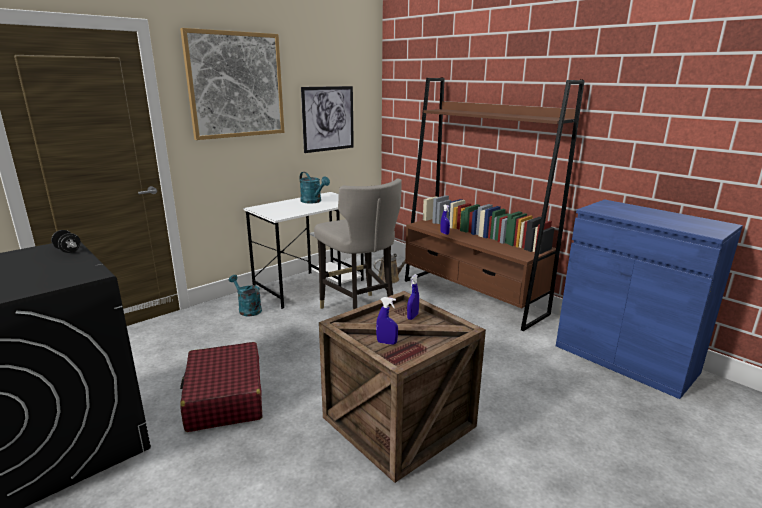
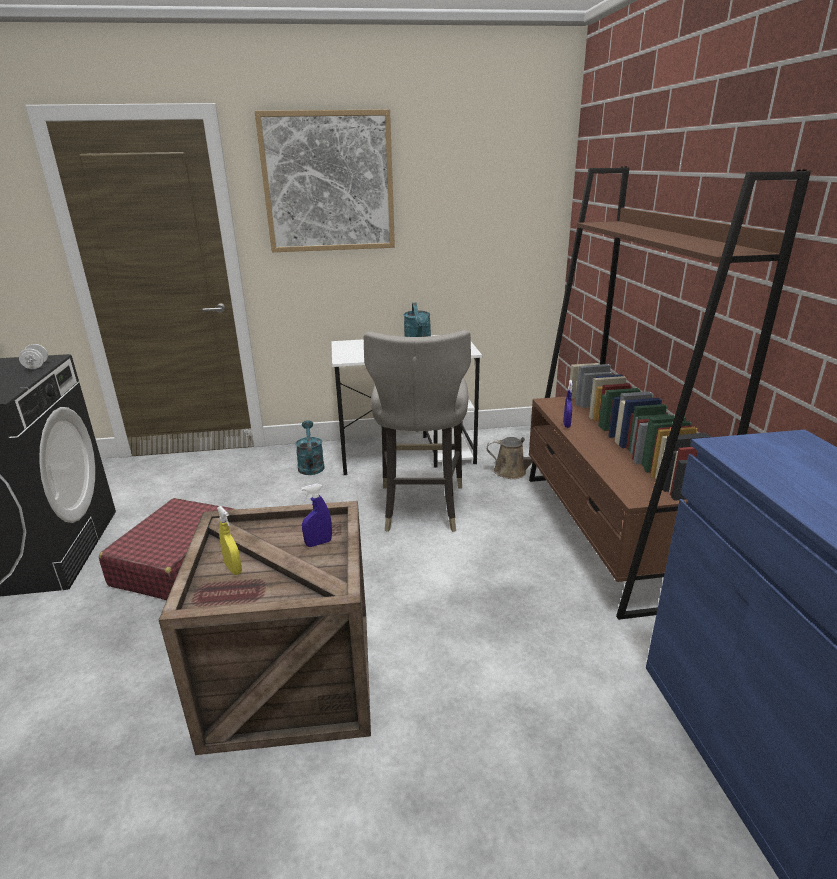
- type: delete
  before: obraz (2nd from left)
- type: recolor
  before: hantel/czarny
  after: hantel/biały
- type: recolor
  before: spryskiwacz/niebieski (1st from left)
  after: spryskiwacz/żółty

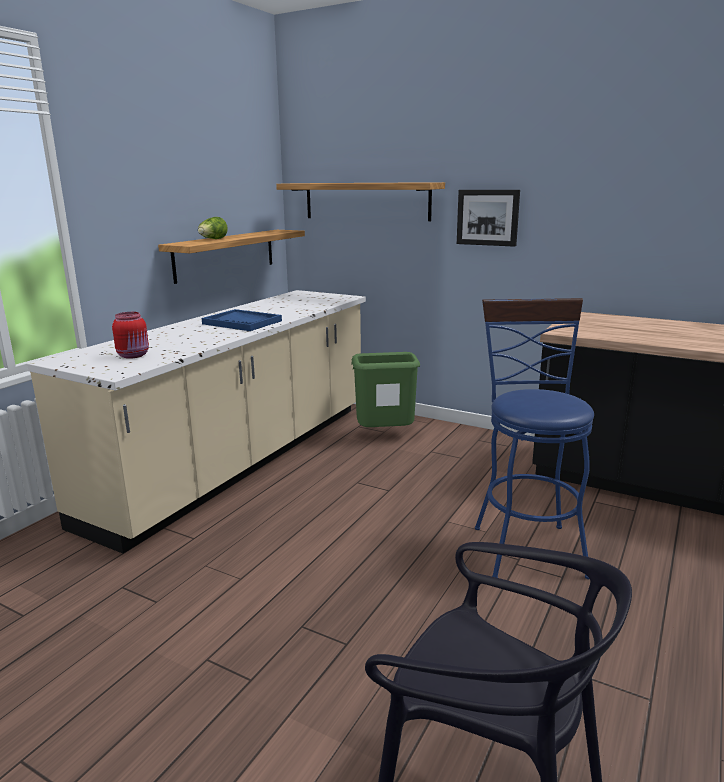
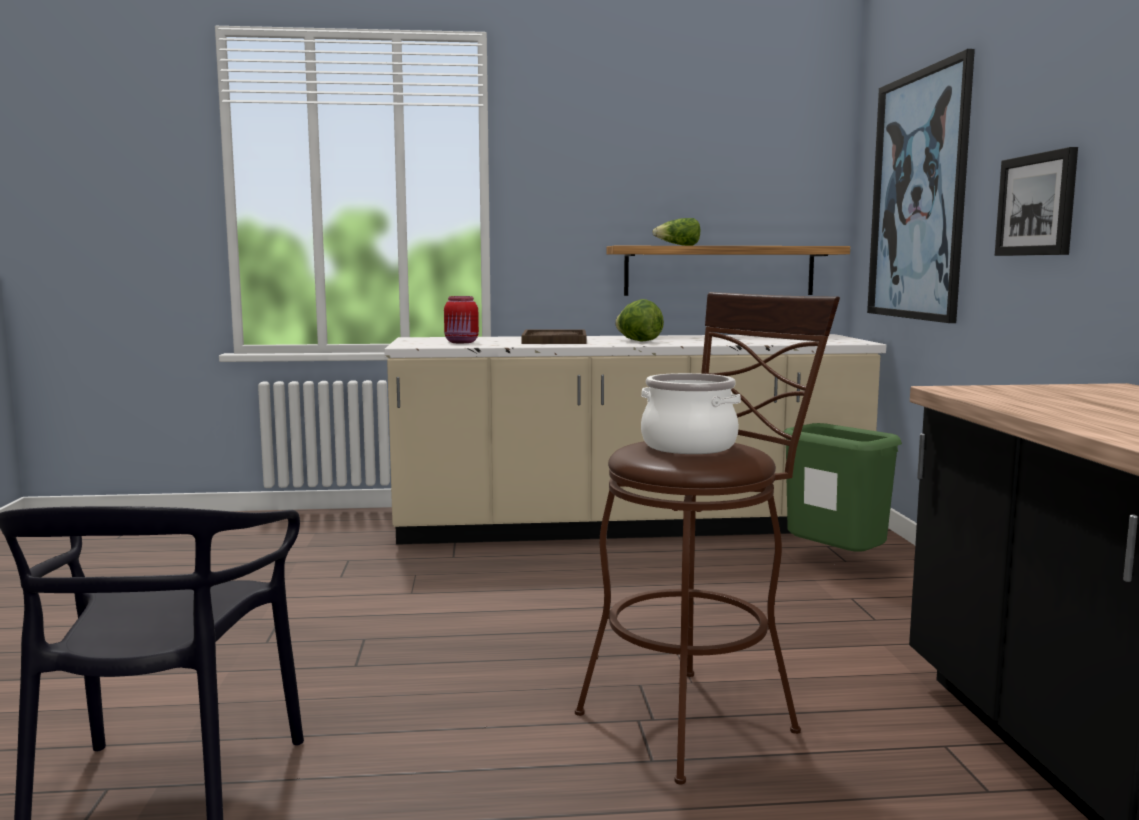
- type: replace
  before: półka (2nd from left)
  after: obraz (1st from left)
- type: recolor
  before: stołek/niebieski
  after: stołek/brązowy
- type: replace
  before: taca/niebieski
  after: sałata (1st from left)
- type: insert
  after: taca/brązowy
- type: insert
  after: garnek

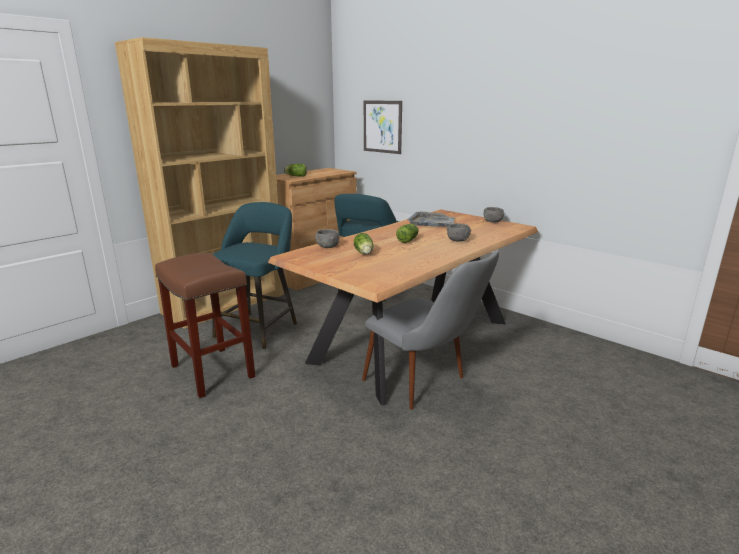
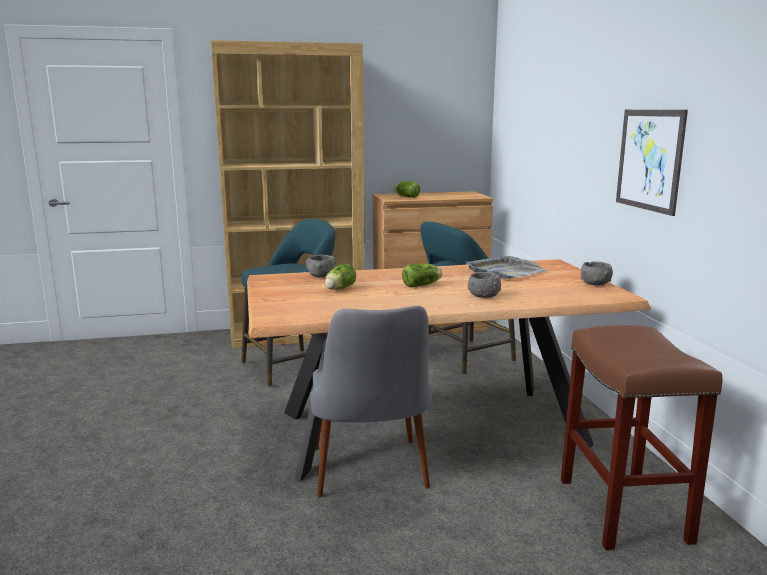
- type: move
  before: obraz
- type: move
  before: stołek/brązowy

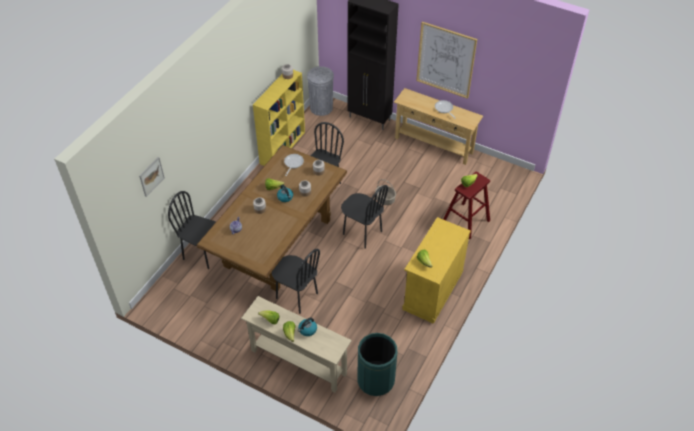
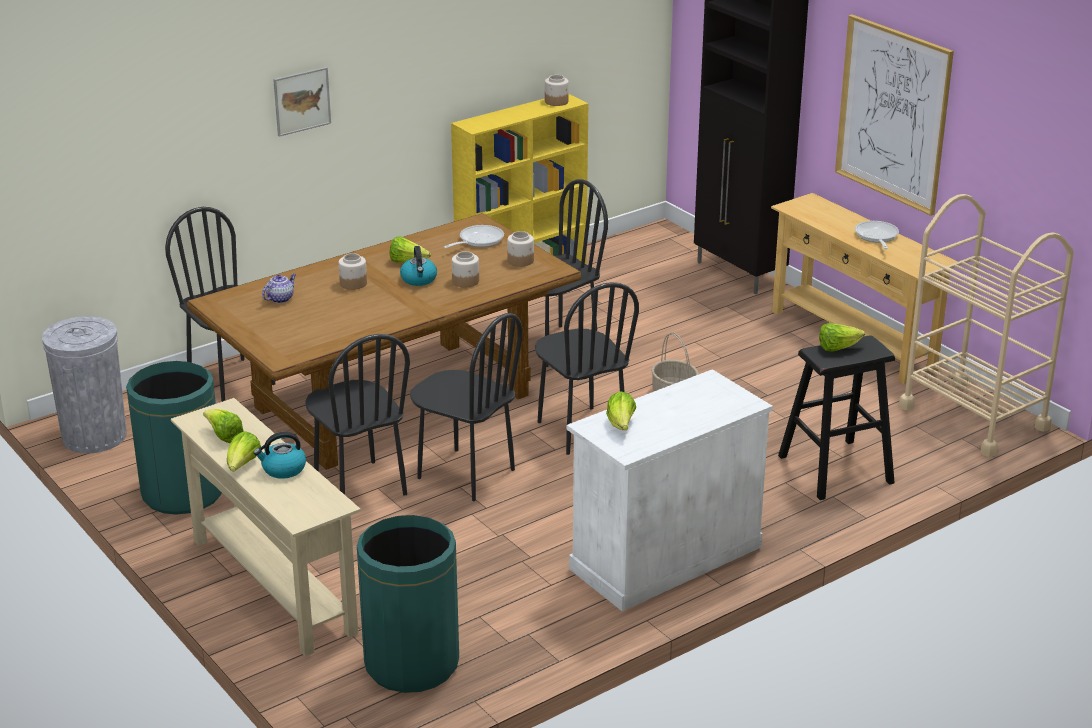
- type: move
  before: kosz na śmieci/szary
- type: move
  before: obraz (1st from left)
- type: recolor
  before: stołek/czerwony
  after: stołek/czarny
- type: recolor
  before: szafka/żółty
  after: szafka/biały
- type: insert
  after: wózek/beżowy
- type: insert
  after: krzesło/czarny (3rd from left)
- type: insert
  after: kosz na śmieci/zielony (1st from left)

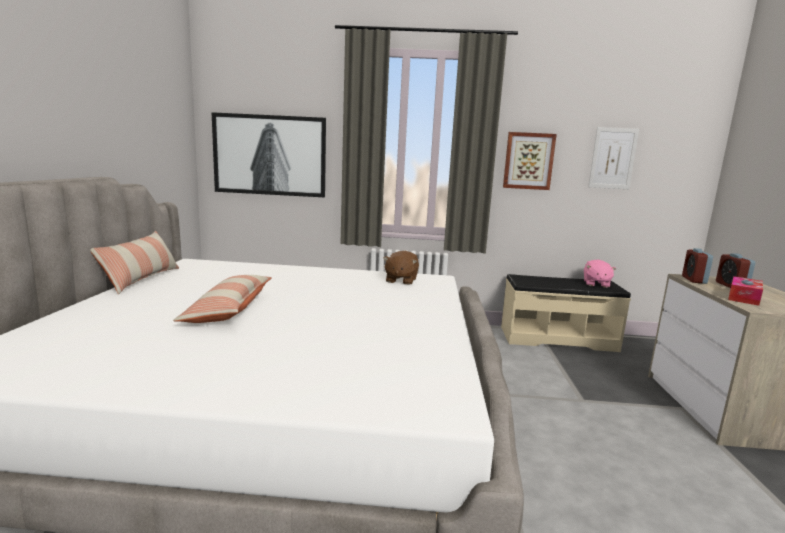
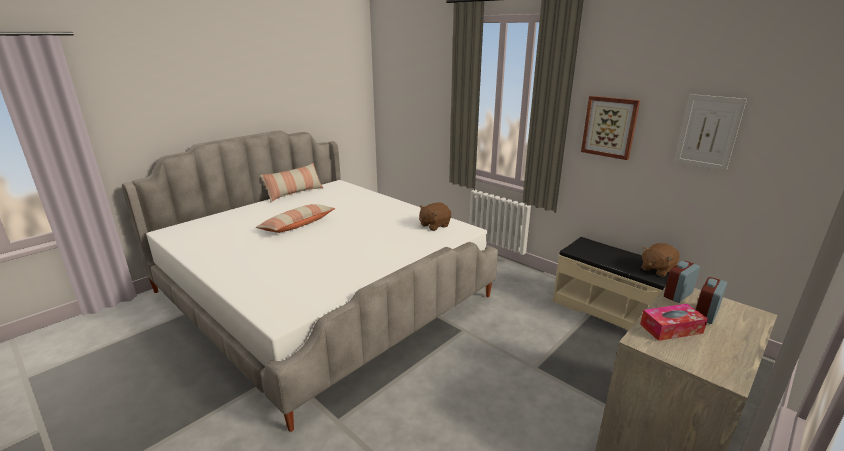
- type: delete
  before: obraz (1st from left)
- type: recolor
  before: pluszak/różowy
  after: pluszak/brązowy (2nd from left)

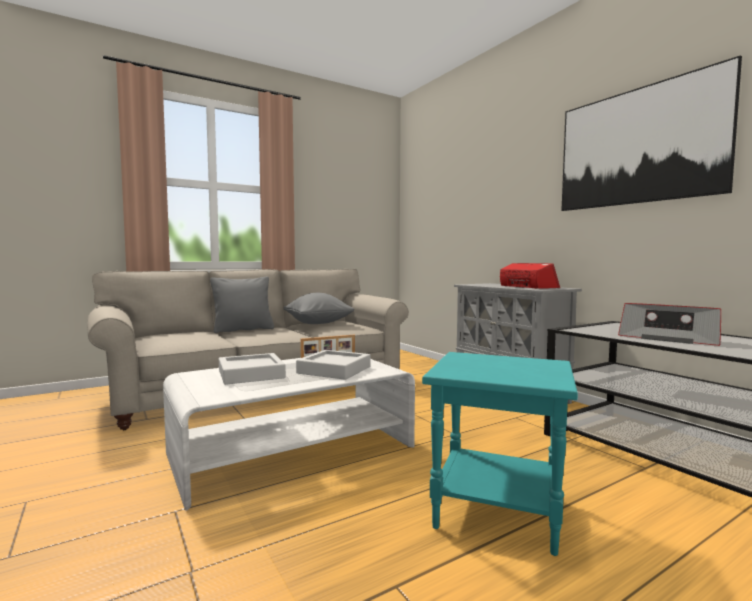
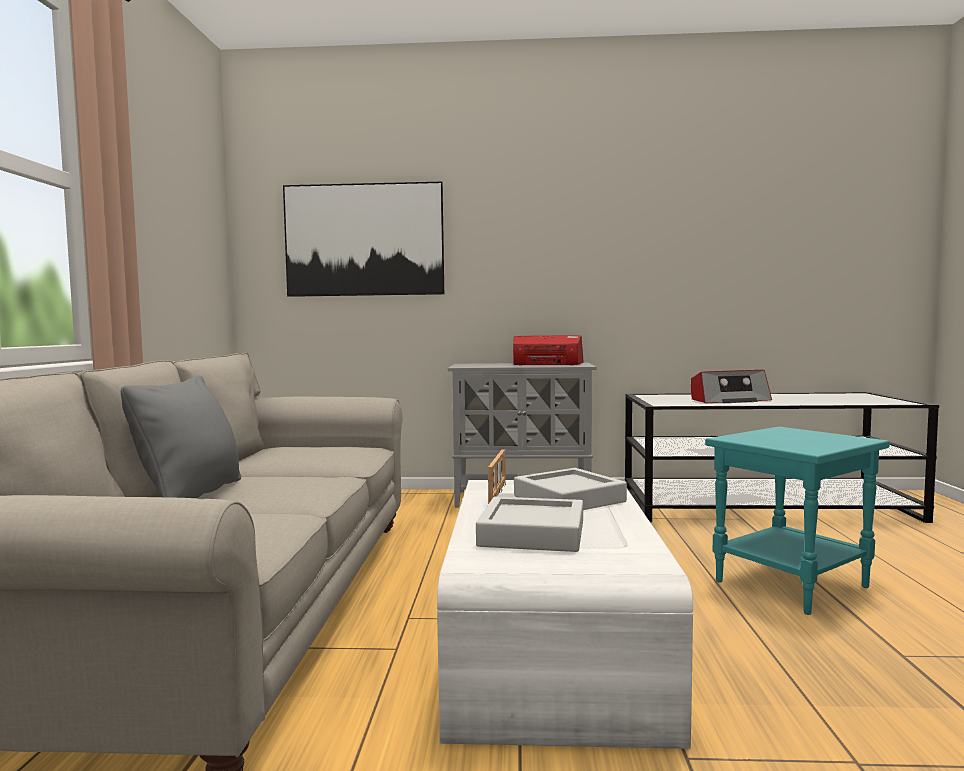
- type: move
  before: obraz
- type: delete
  before: poduszka/szary (2nd from left)

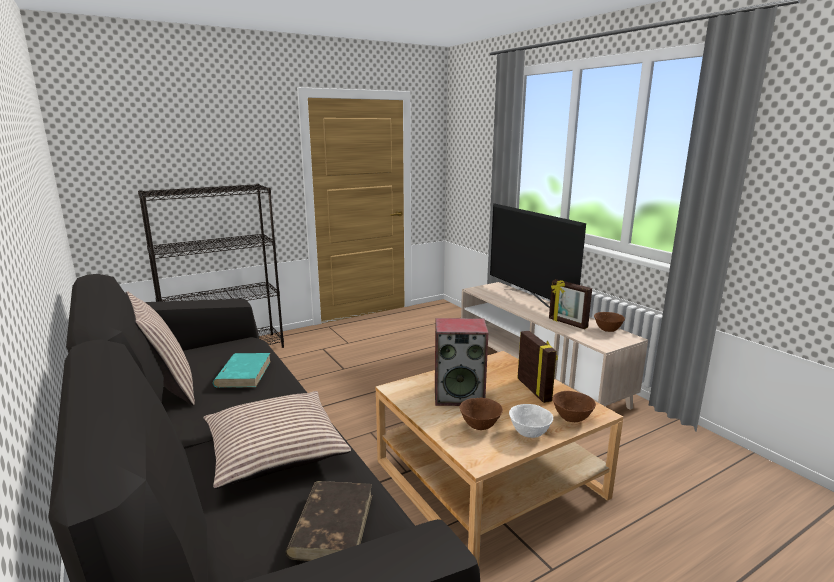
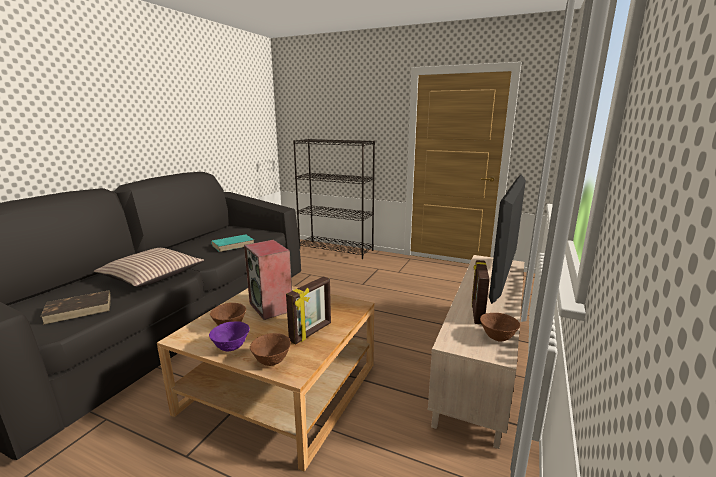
- type: delete
  before: poduszka (1st from left)
- type: recolor
  before: miska/biały
  after: miska/fioletowy

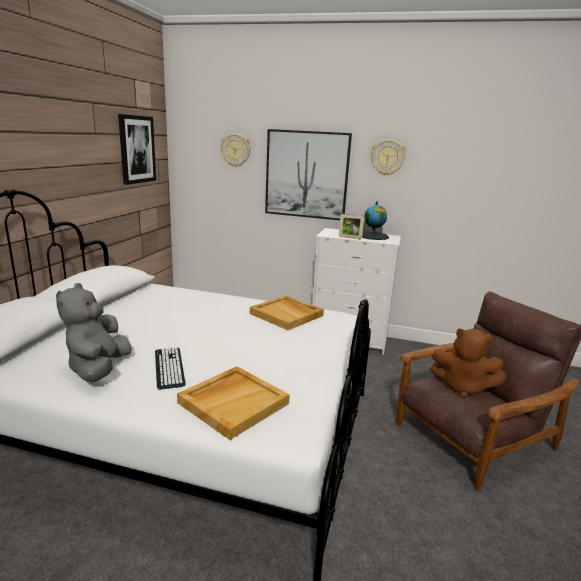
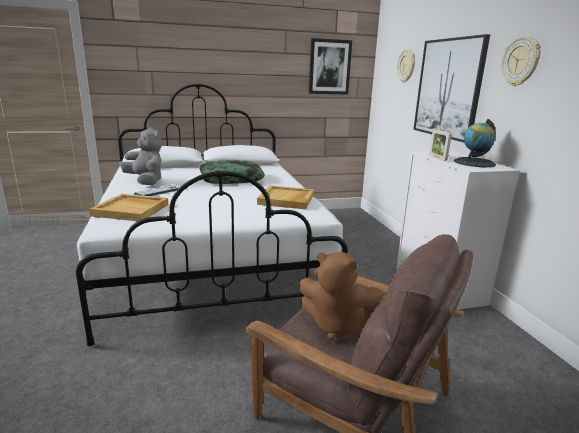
- type: rotate
  before: pluszak/szary
  turn: 75
- type: rotate
  before: pluszak/brązowy
  turn: -60
- type: insert
  after: poduszka

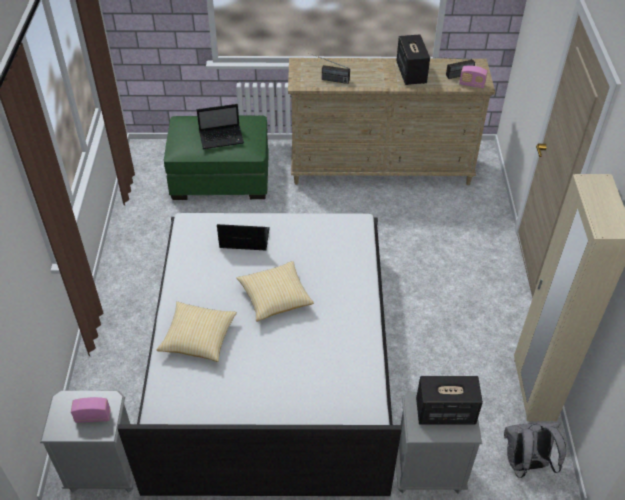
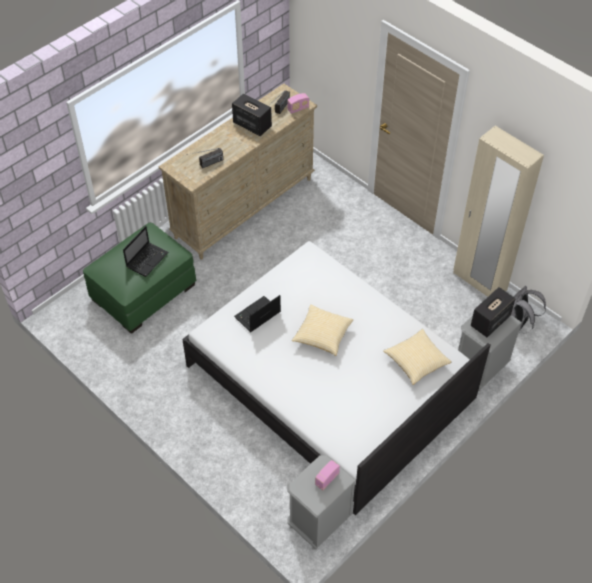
- type: move
  before: poduszka (1st from left in the first image)
  after: poduszka (2nd from left)

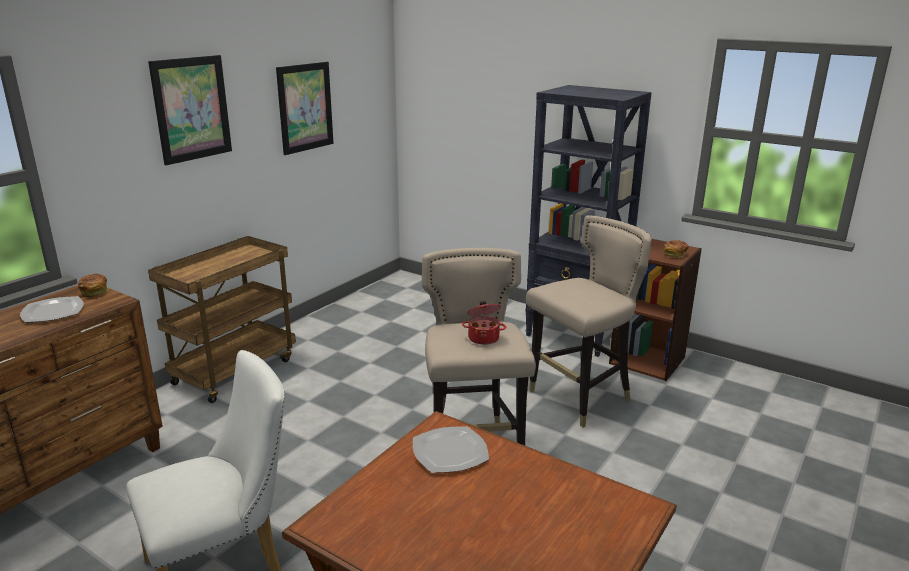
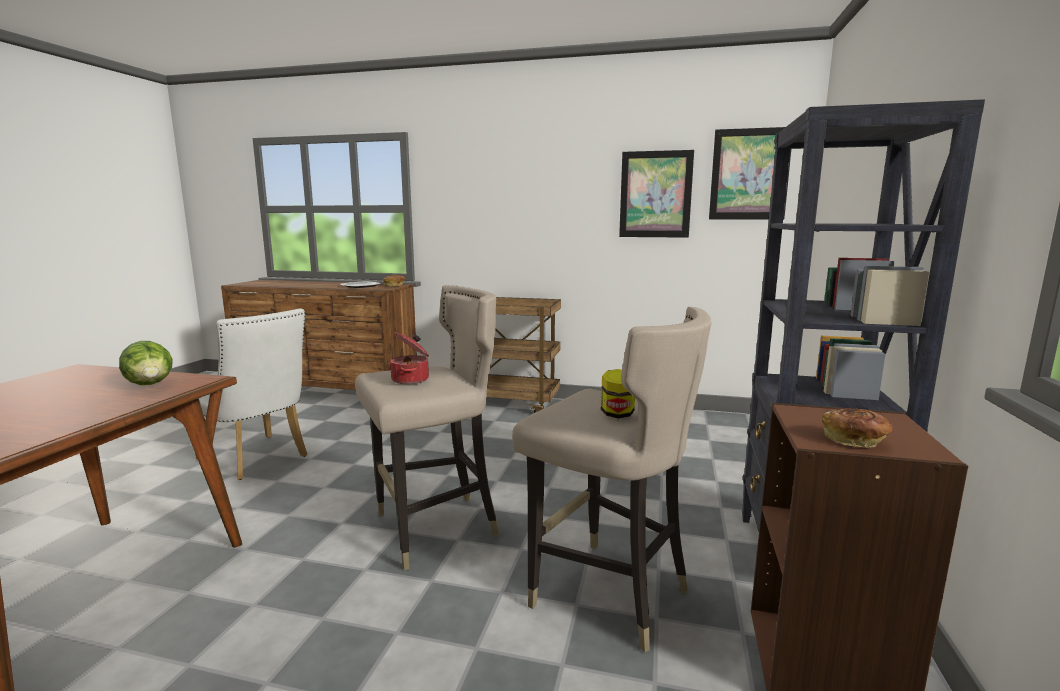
- type: move
  before: obraz (1st from left in the first image)
  after: obraz (2nd from left)
- type: replace
  before: talerz (2nd from left)
  after: sałata
- type: insert
  after: słoik

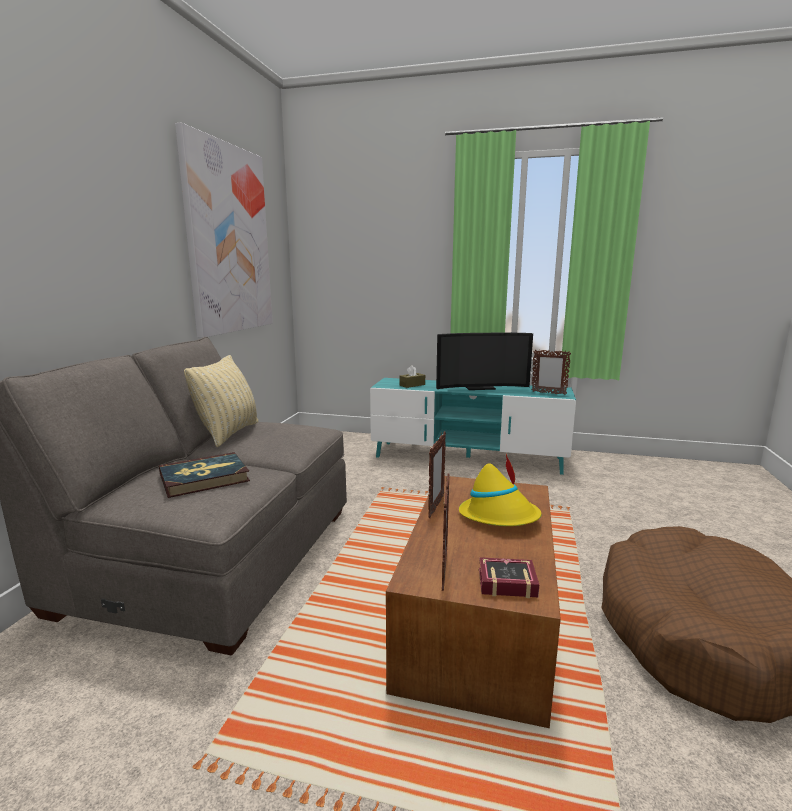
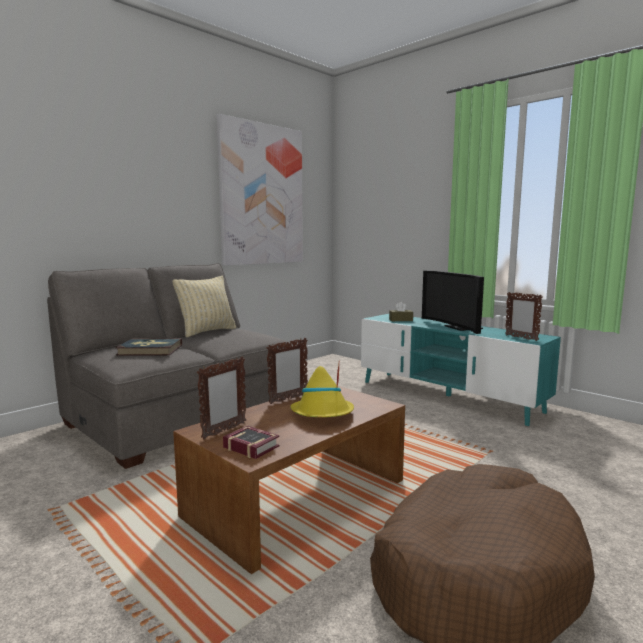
- type: rotate
  before: telewizor
  turn: 45

